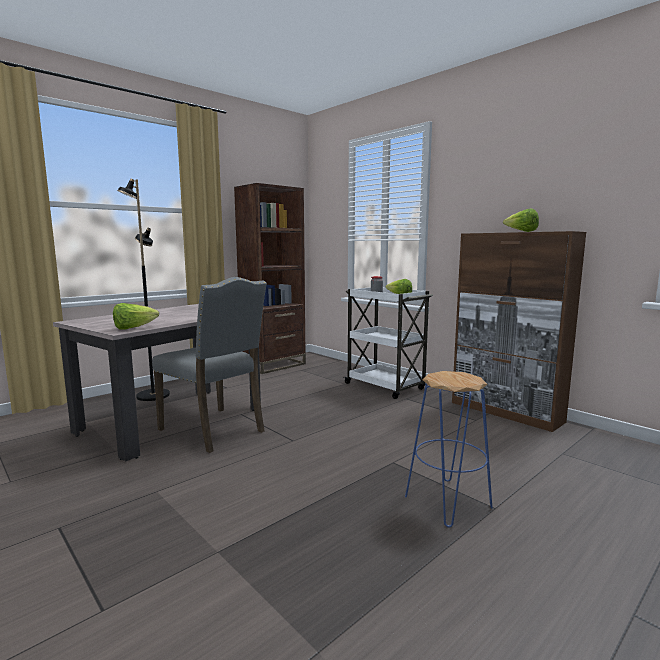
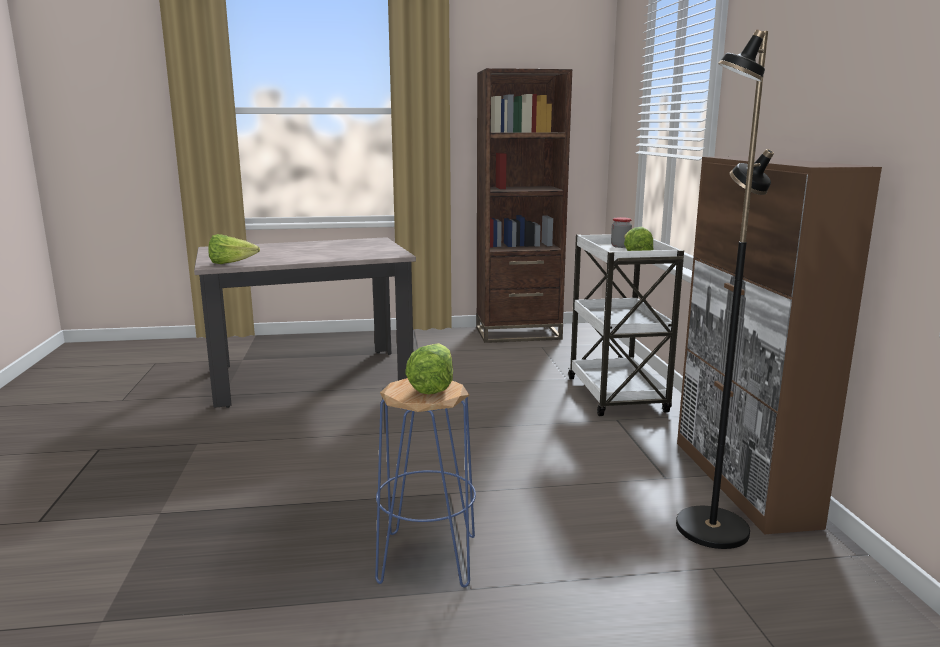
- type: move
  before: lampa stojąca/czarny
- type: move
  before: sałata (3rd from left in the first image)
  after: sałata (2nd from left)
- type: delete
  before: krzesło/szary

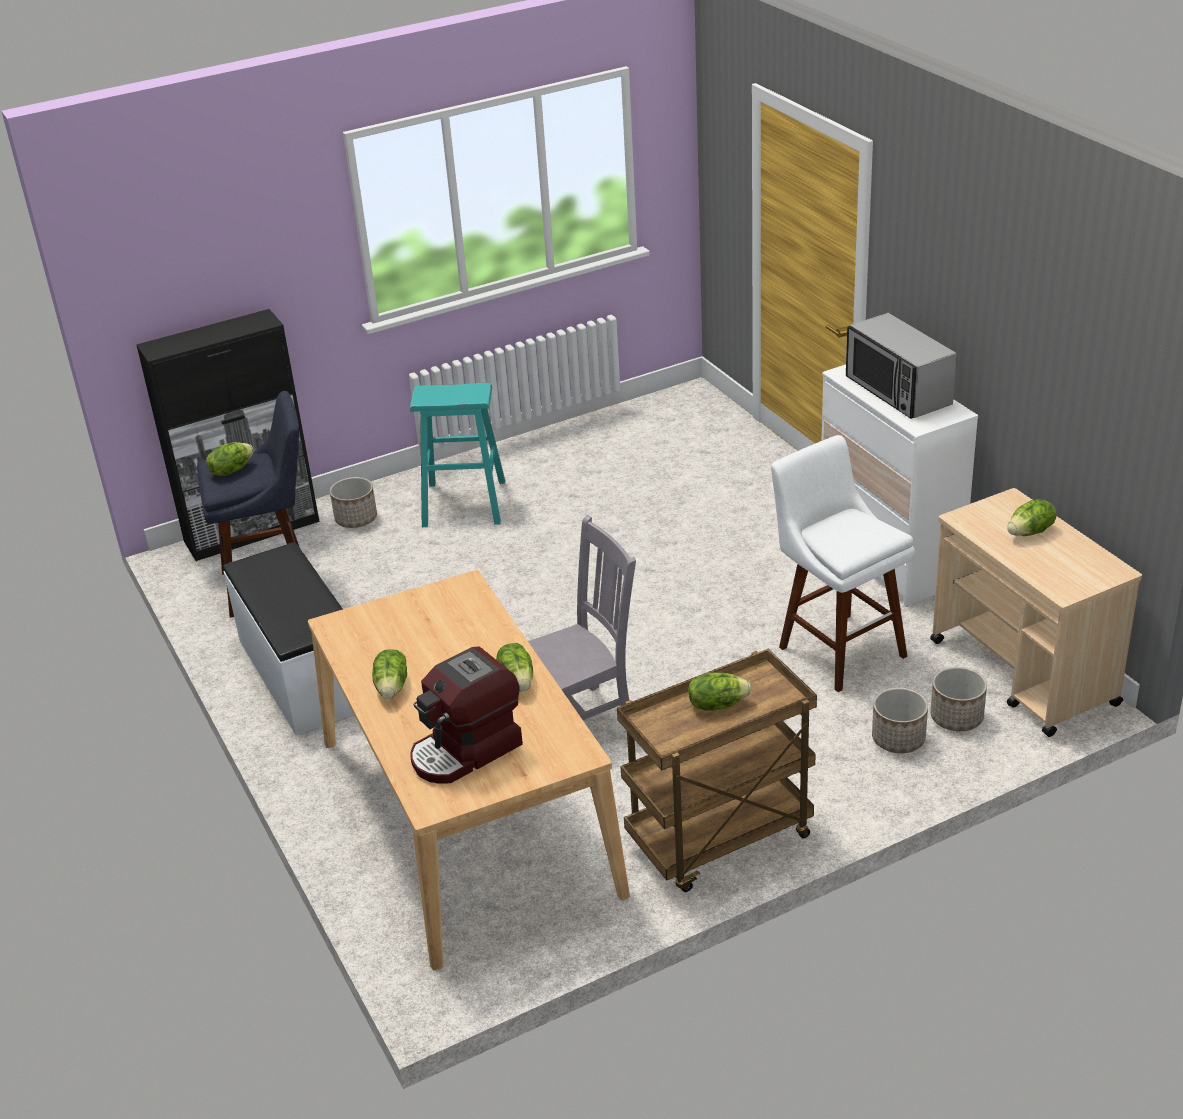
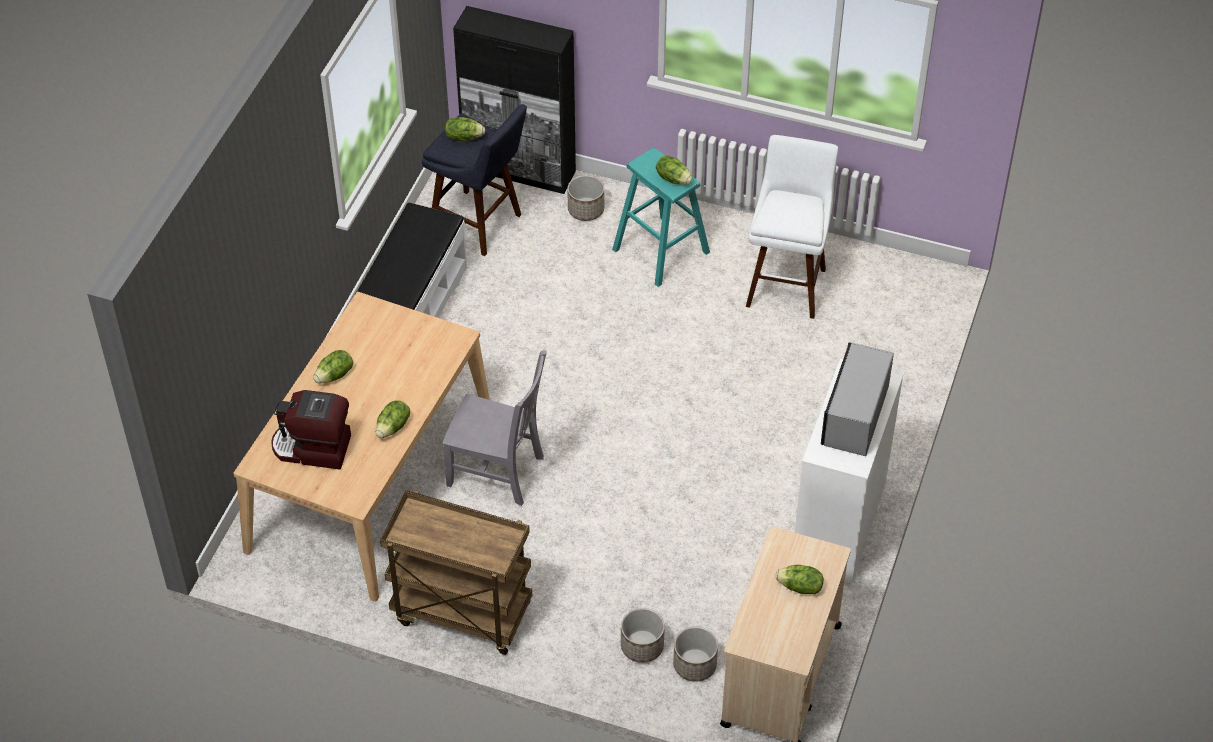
- type: move
  before: stołek/biały
- type: move
  before: sałata (4th from left)

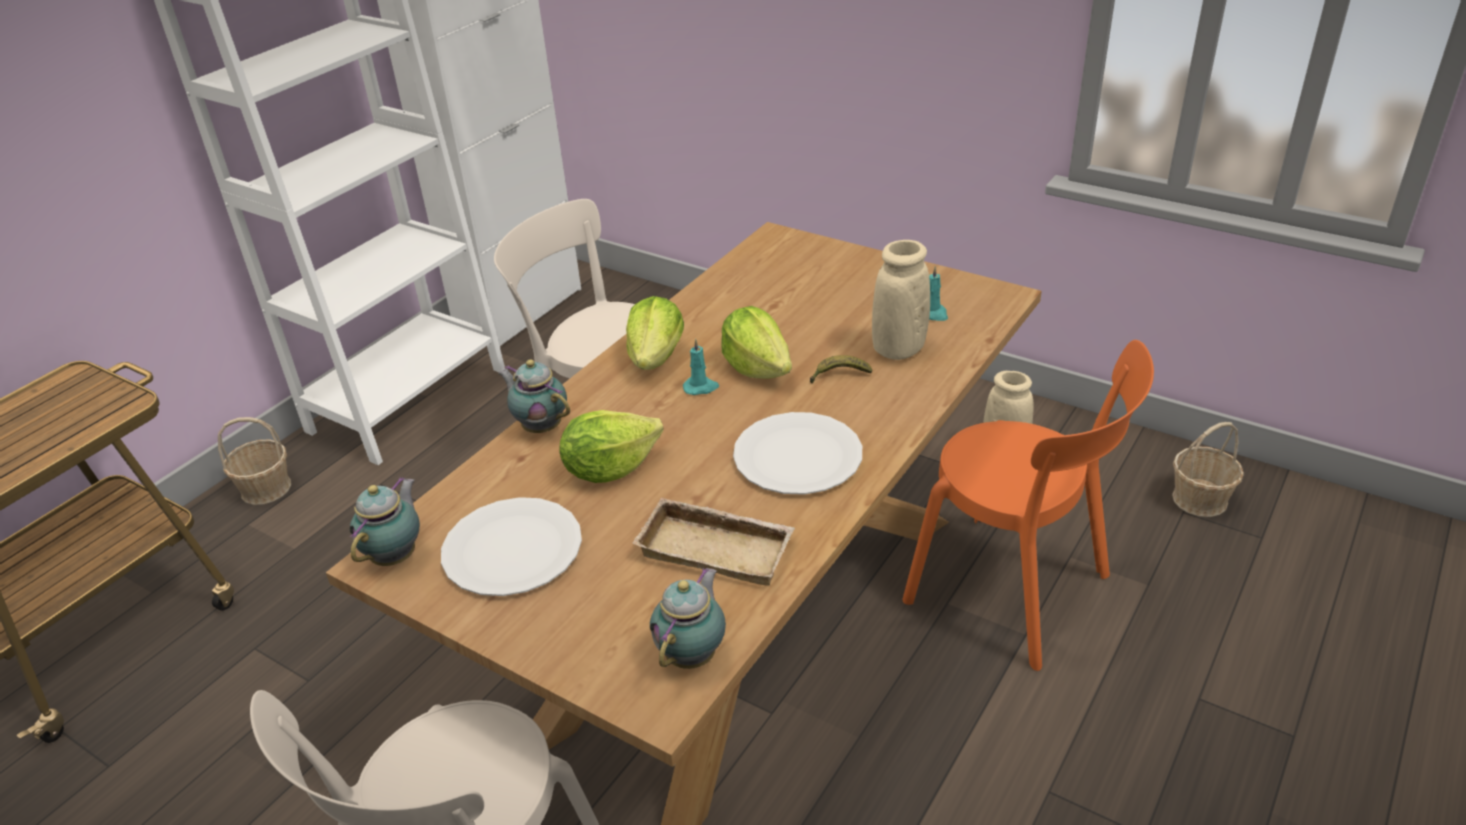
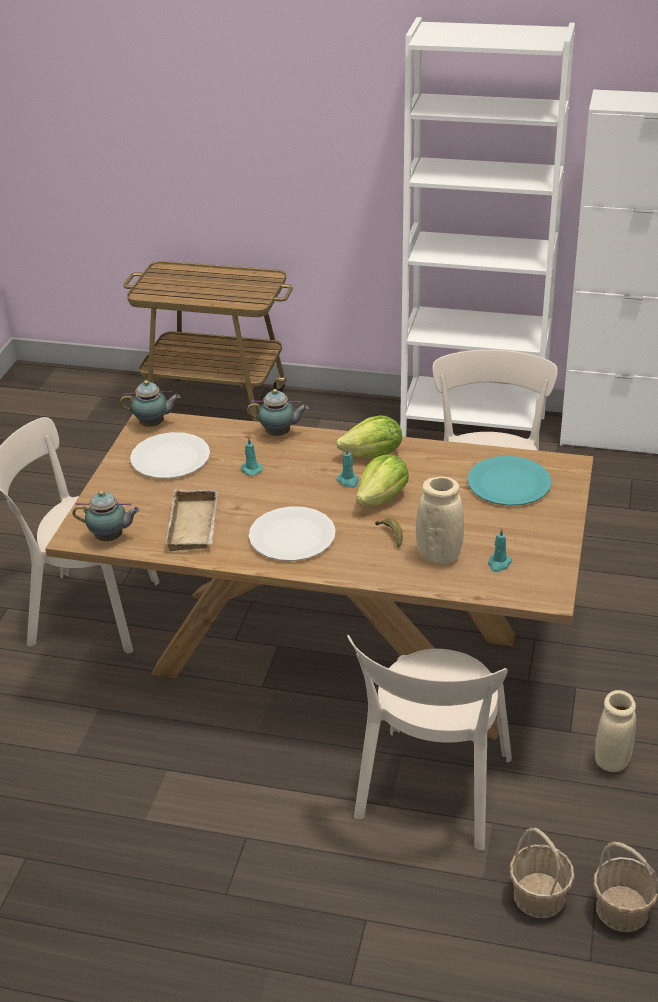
- type: recolor
  before: krzesło/pomarańczowy
  after: krzesło/beżowy (2nd from left)
- type: rotate
  before: imbryk (2nd from left in the first image)
  turn: 75
- type: replace
  before: sałata (1st from left)
  after: świeca/turkusowy (1st from left)
- type: move
  before: koszyk (1st from left)
- type: insert
  after: talerz/turkusowy

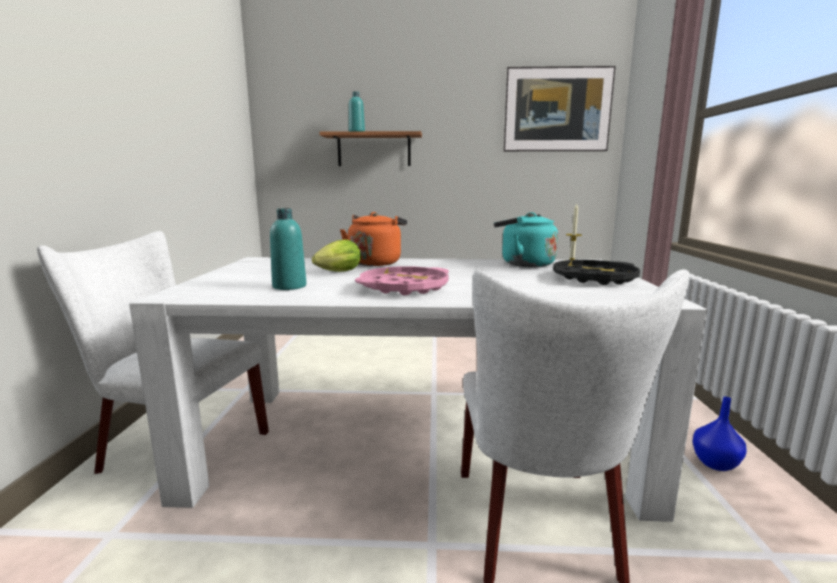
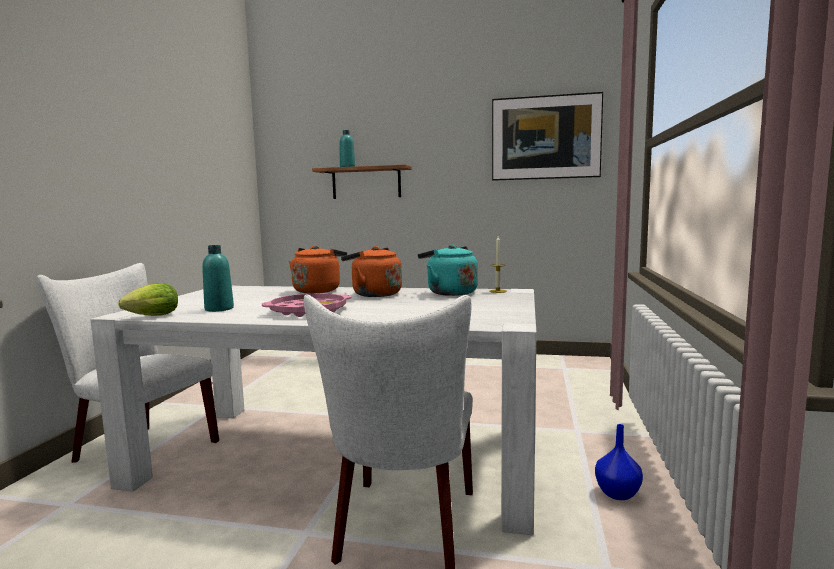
- type: move
  before: sałata
- type: delete
  before: taca/czarny
- type: insert
  after: czajnik/pomarańczowy (2nd from left)

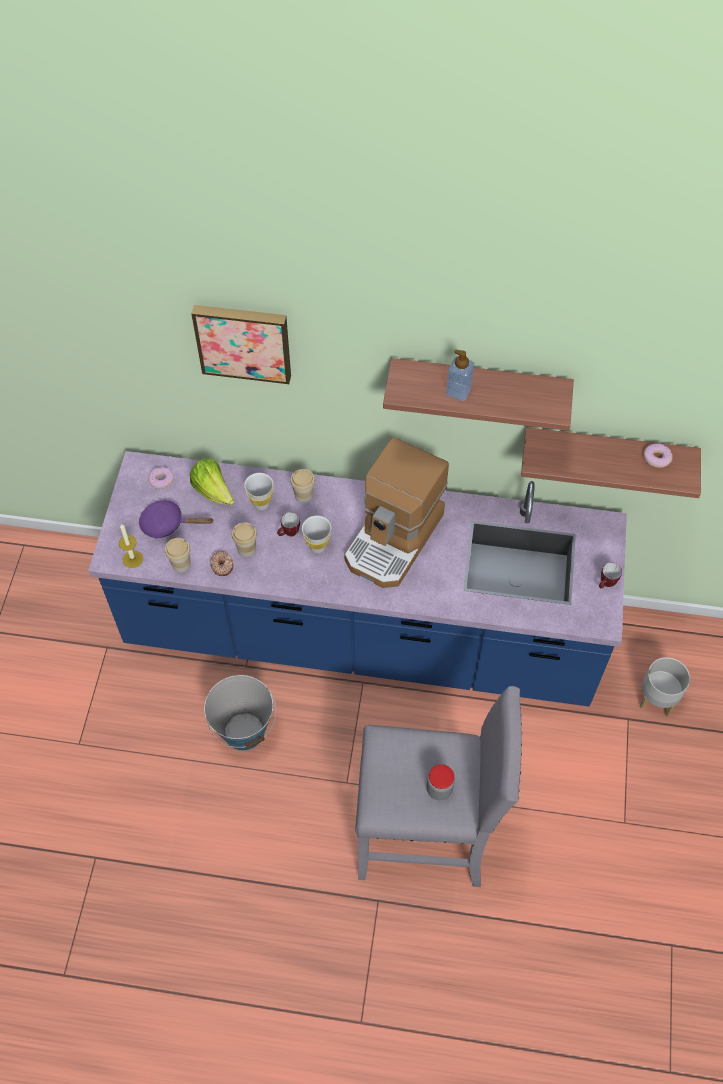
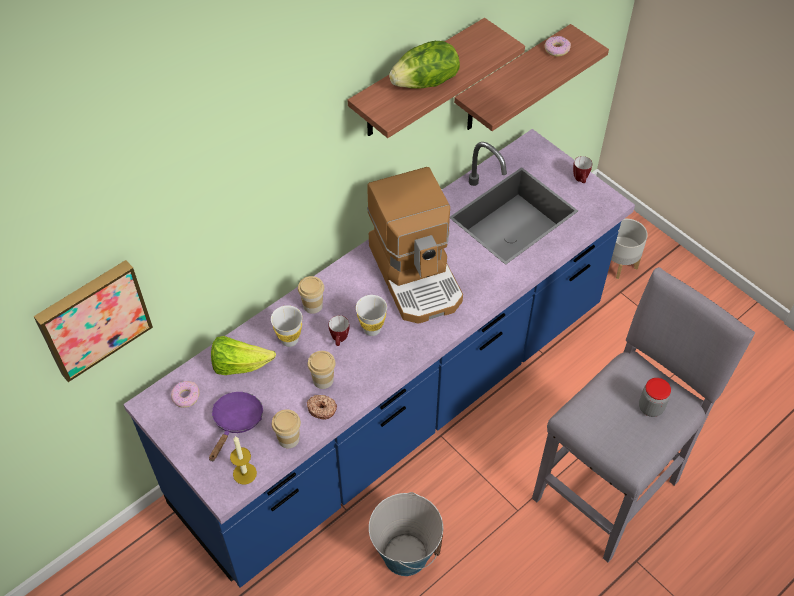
- type: move
  before: obraz
- type: replace
  before: dozownik mydła
  after: sałata (2nd from left)
- type: rotate
  before: patelnia/fioletowy
  turn: 150

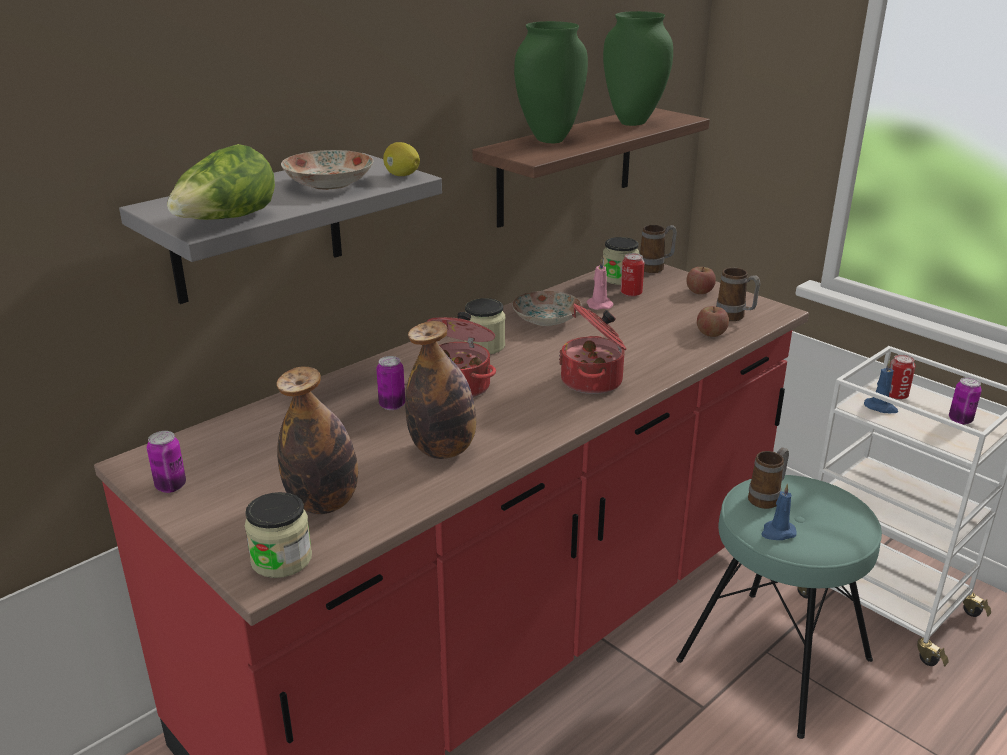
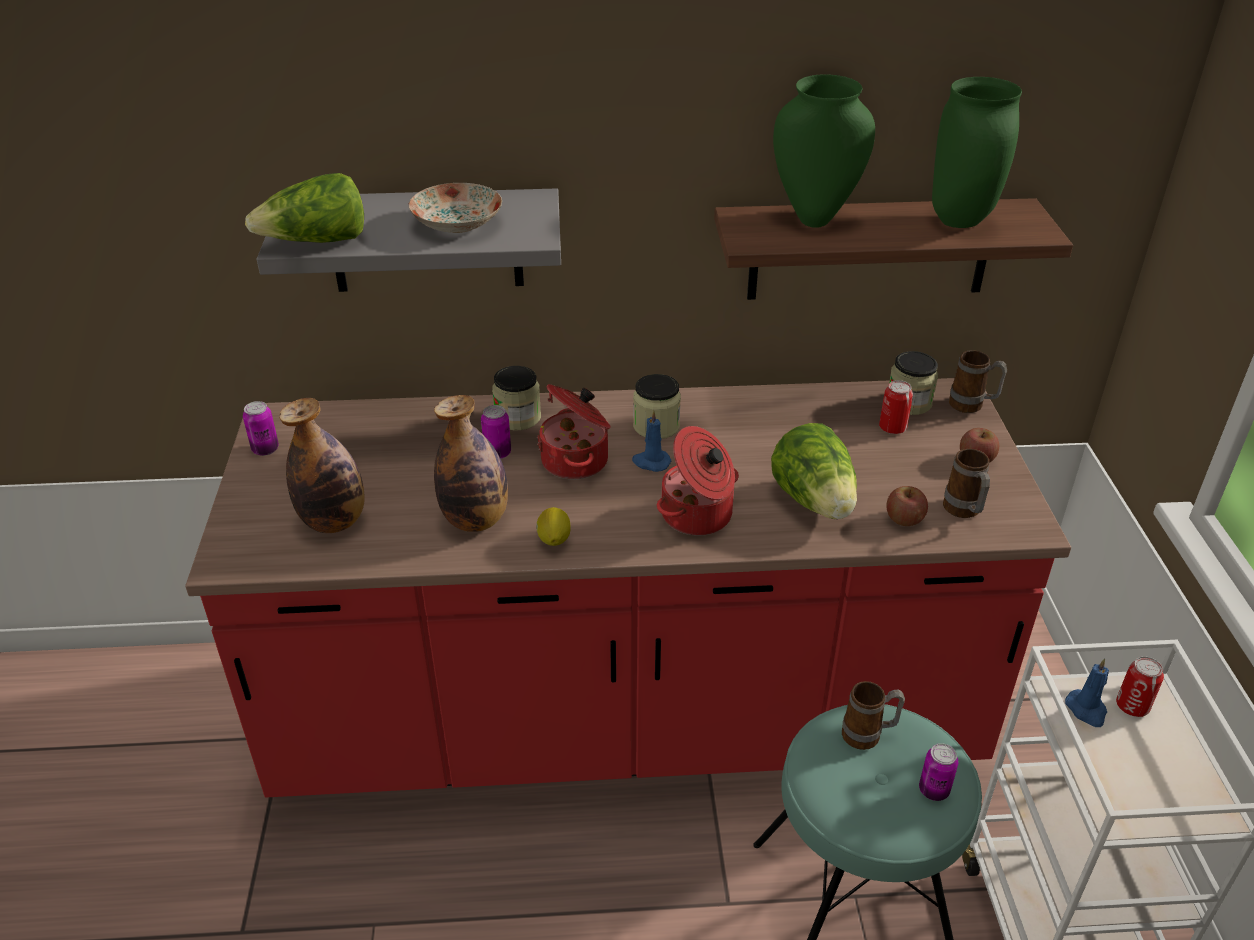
- type: move
  before: cytryna
- type: delete
  before: świeca/różowy
- type: delete
  before: talerz (2nd from left)
- type: move
  before: puszka (5th from left in the first image)
  after: puszka (4th from left)
- type: move
  before: świeca/niebieski (1st from left)
- type: move
  before: słoik (1st from left)
- type: insert
  after: sałata (2nd from left)

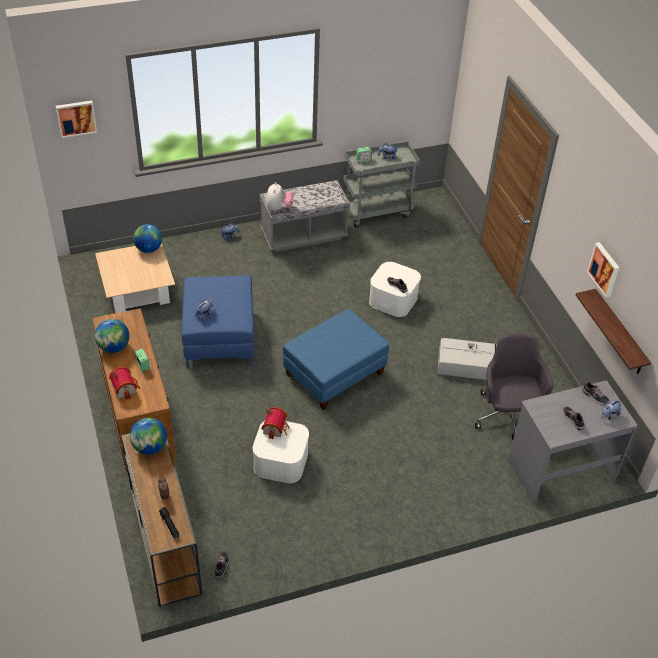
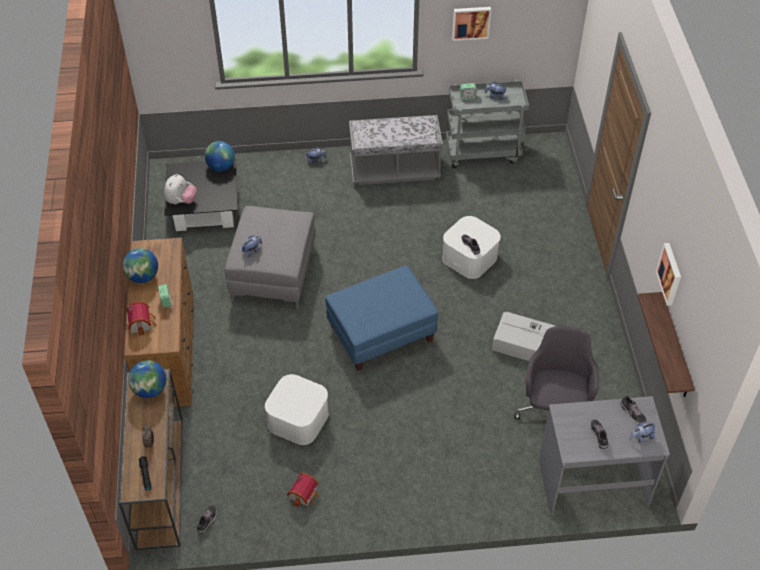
- type: move
  before: obraz (1st from left)
- type: move
  before: pluszak (3rd from left in the first image)
  after: pluszak (1st from left)
- type: recolor
  before: ława/beżowy
  after: ława/czarny
- type: recolor
  before: pufa/niebieski (1st from left)
  after: pufa/szary
- type: move
  before: domek (2nd from left)

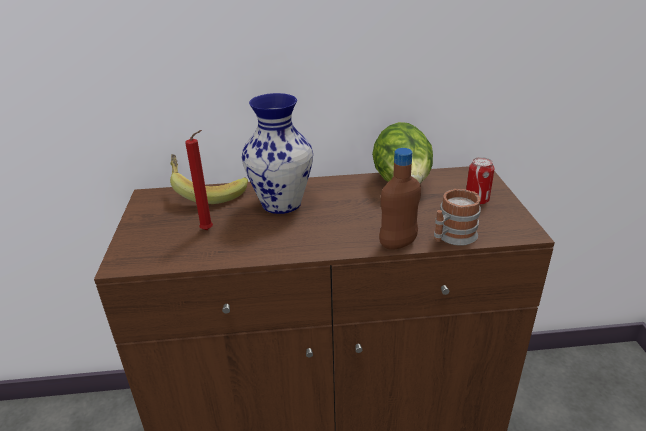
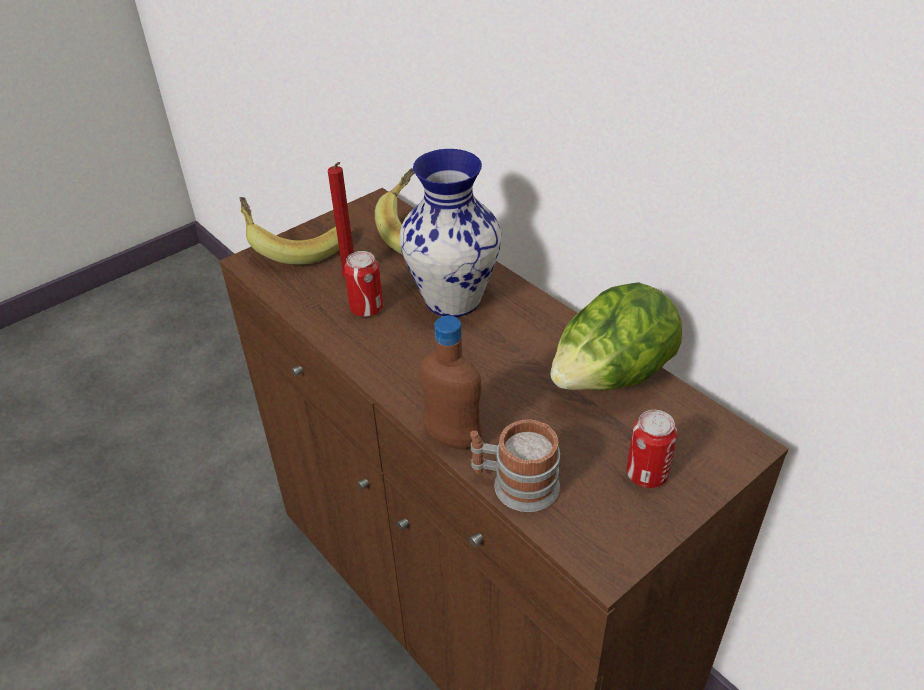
- type: insert
  after: banan (1st from left)
- type: insert
  after: puszka (1st from left)

